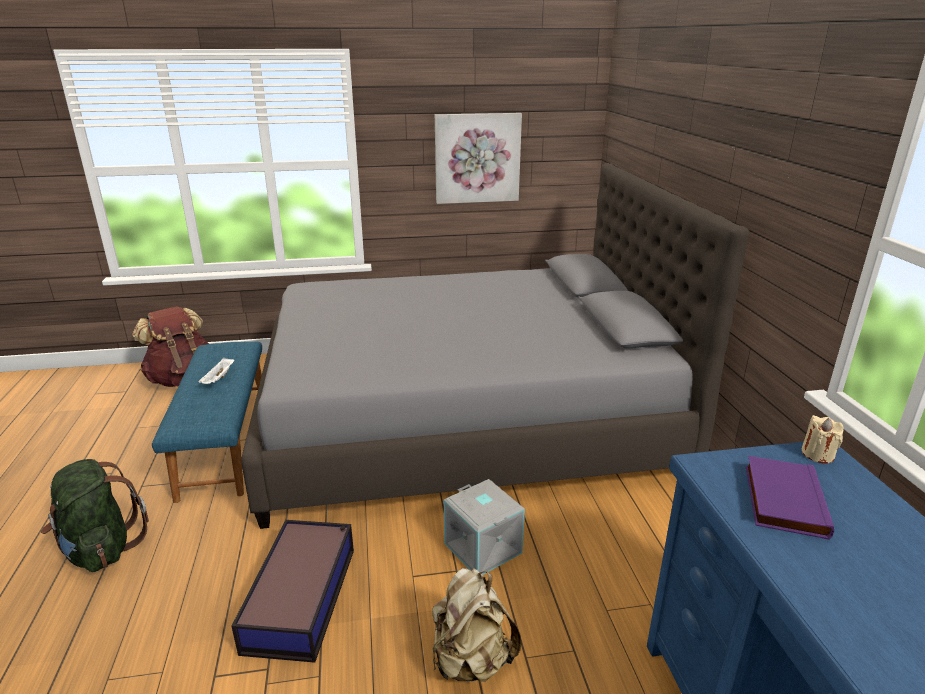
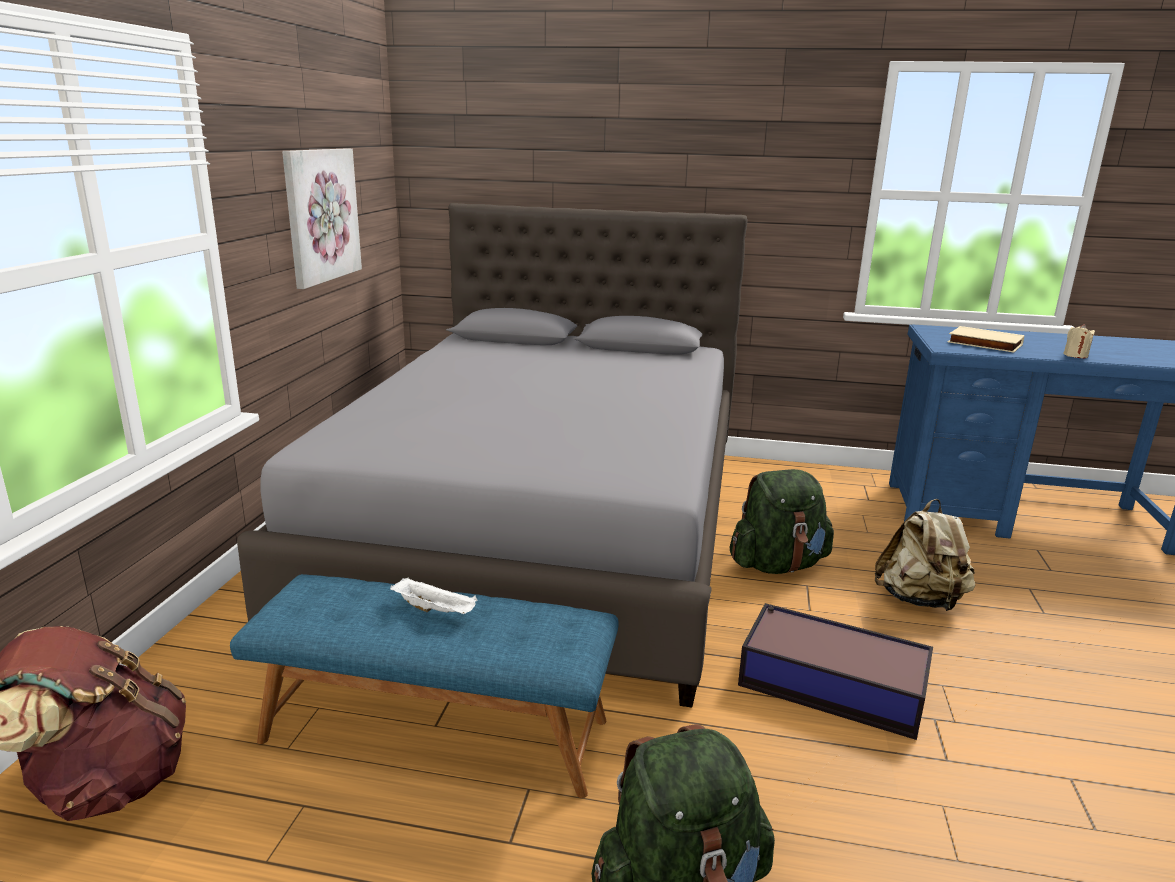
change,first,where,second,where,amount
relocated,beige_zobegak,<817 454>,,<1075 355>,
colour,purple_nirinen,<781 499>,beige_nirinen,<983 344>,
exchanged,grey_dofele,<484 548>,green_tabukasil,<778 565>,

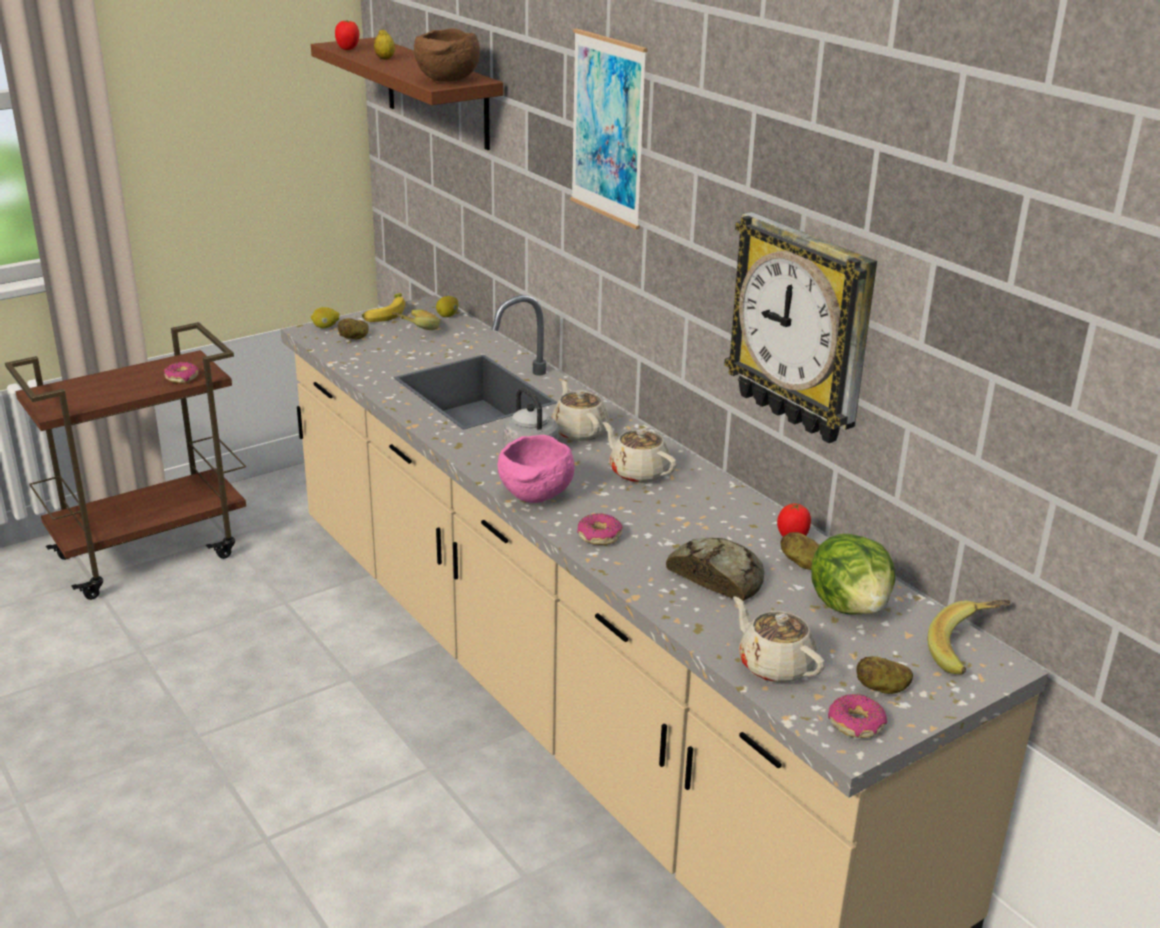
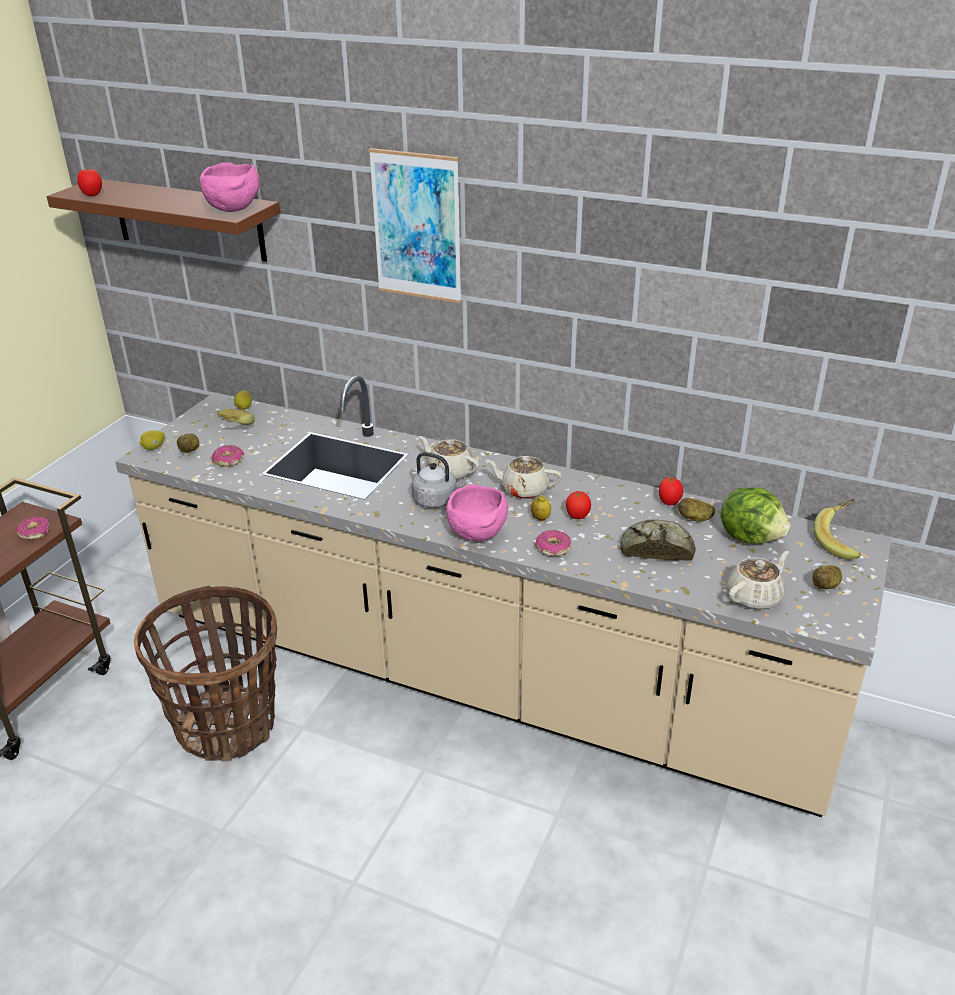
change,first,where,second,where,amount
colour,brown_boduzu,<447 81>,pink_boduzu,<234 210>,
relocated,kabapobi,<385 59>,,<540 518>,
missing,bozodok,<802 328>,,,
missing,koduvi,<385 314>,,,
spun,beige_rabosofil,<774 665>,,<755 596>,120 degrees clockwise
relocated,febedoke,<856 724>,,<228 461>,
appeared,,,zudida,<577 517>,
appeared,,,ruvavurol,<227 725>,

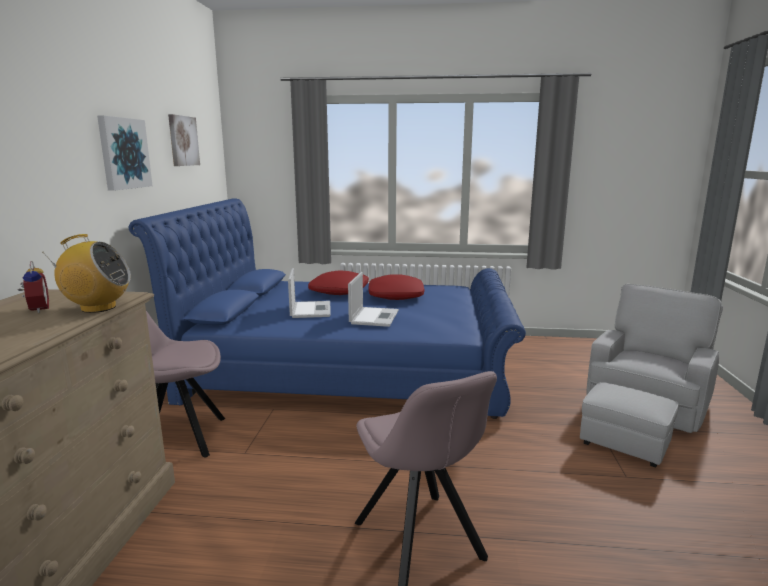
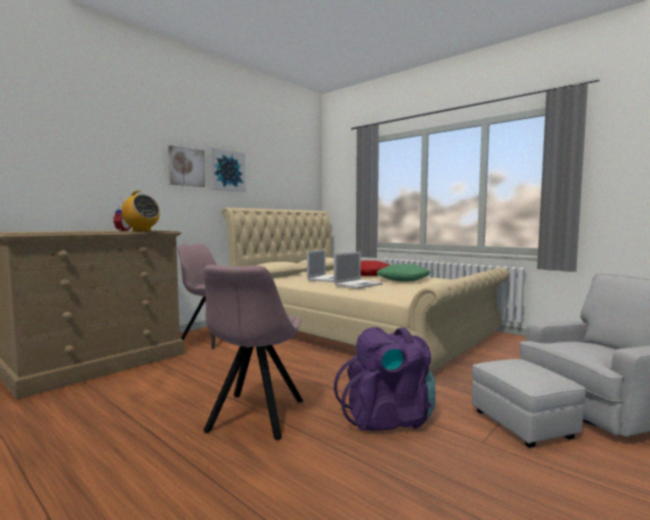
change,first,where,second,where,amount
relocated,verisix,<183 141>,,<186 167>,
colour,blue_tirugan,<348 365>,beige_tirugan,<358 328>,
colour,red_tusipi,<395 295>,green_tusipi,<403 279>,
appeared,,,purple_tabukasil,<388 418>,

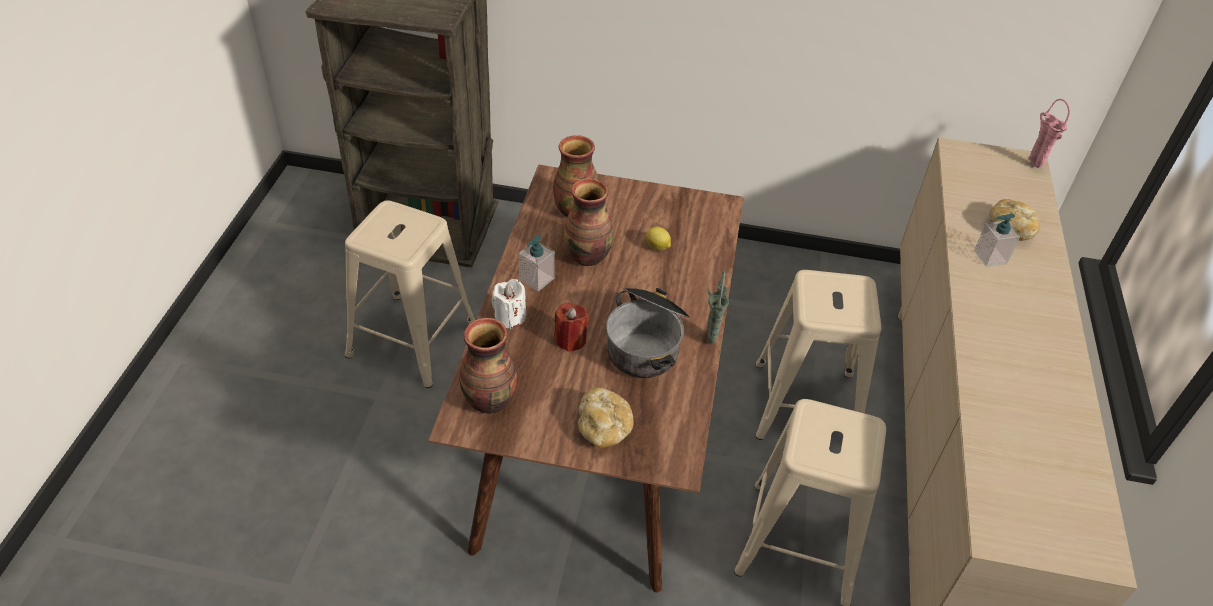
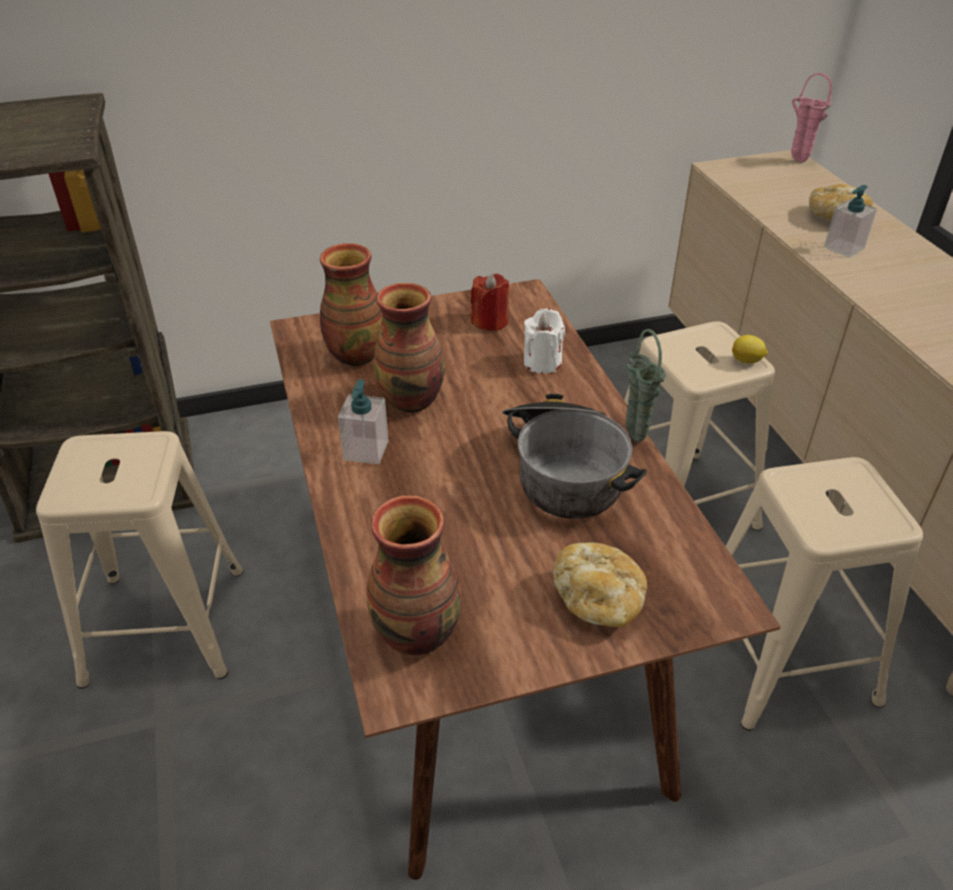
change,first,where,second,where,amount
relocated,kabapobi,<658 247>,,<747 361>,
relocated,white_zobegak,<510 317>,,<542 362>,
relocated,red_zobegak,<570 339>,,<490 321>,

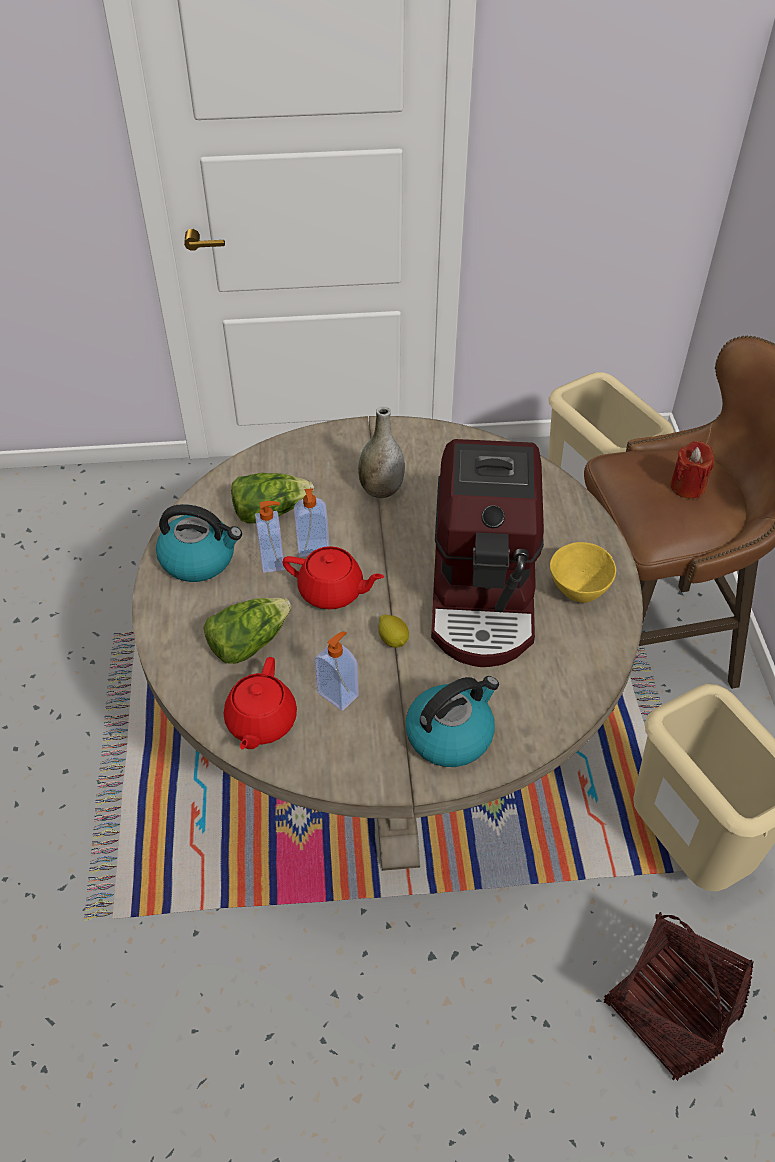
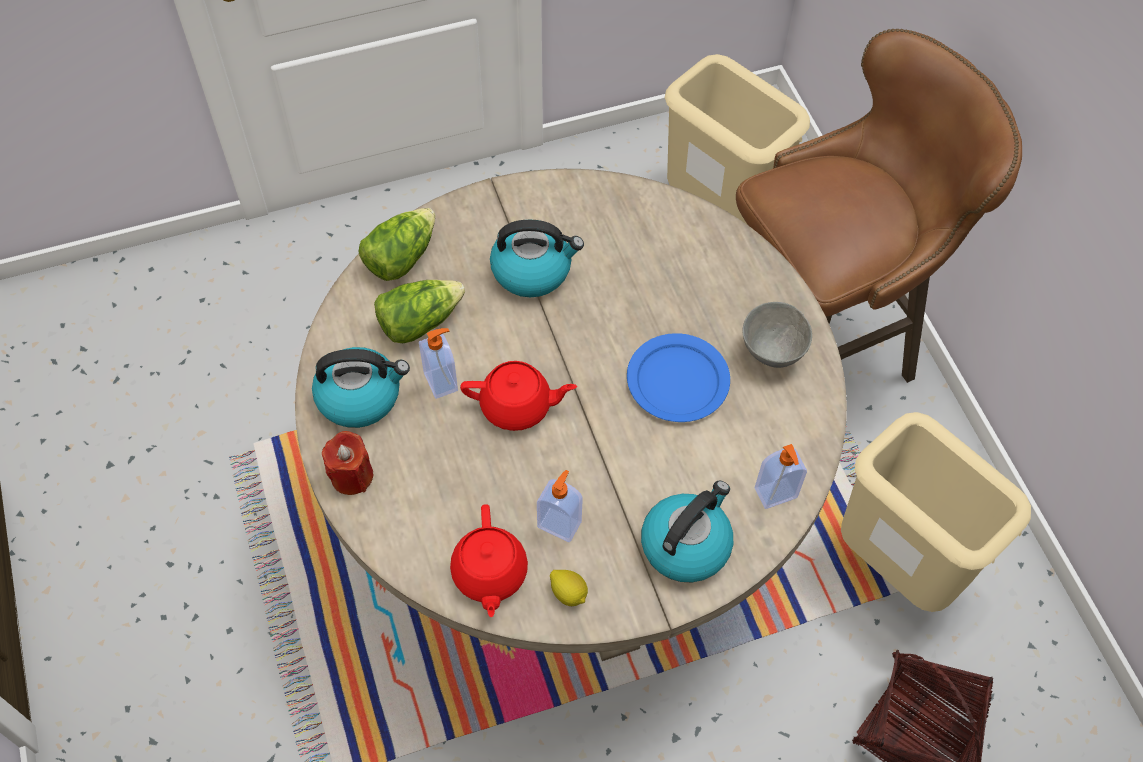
change,first,where,second,where,amount
exchanged,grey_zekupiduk,<381 490>,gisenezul,<533 270>,
exchanged,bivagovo,<484 597>,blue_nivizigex,<678 380>,
relocated,red_zobegak,<687 486>,,<352 476>,
relocated,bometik,<313 549>,,<776 494>,
colour,yellow_boduzu,<577 591>,grey_boduzu,<771 352>,
relocated,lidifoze,<248 642>,,<400 257>,
relocated,kabapobi,<393 639>,,<568 593>,

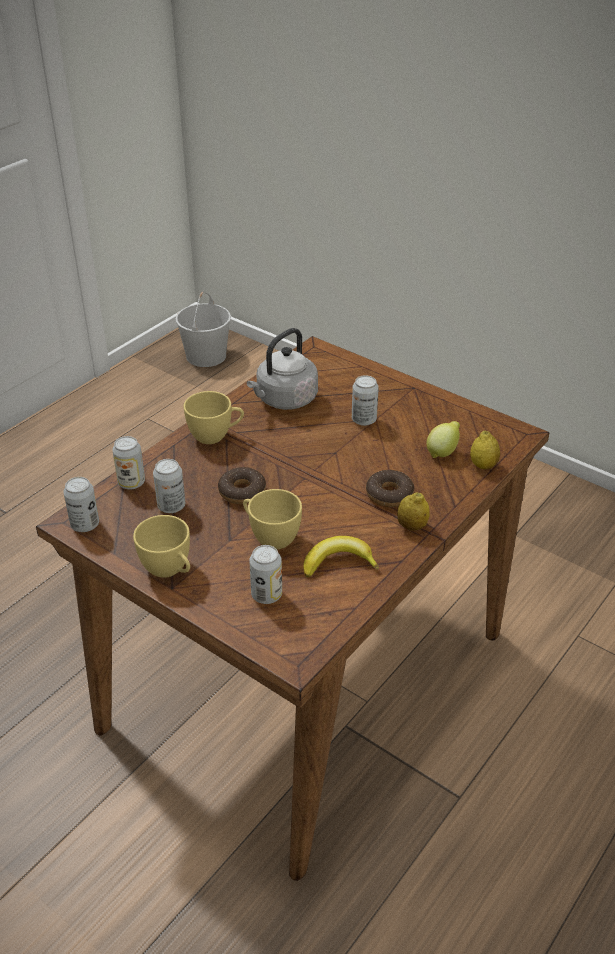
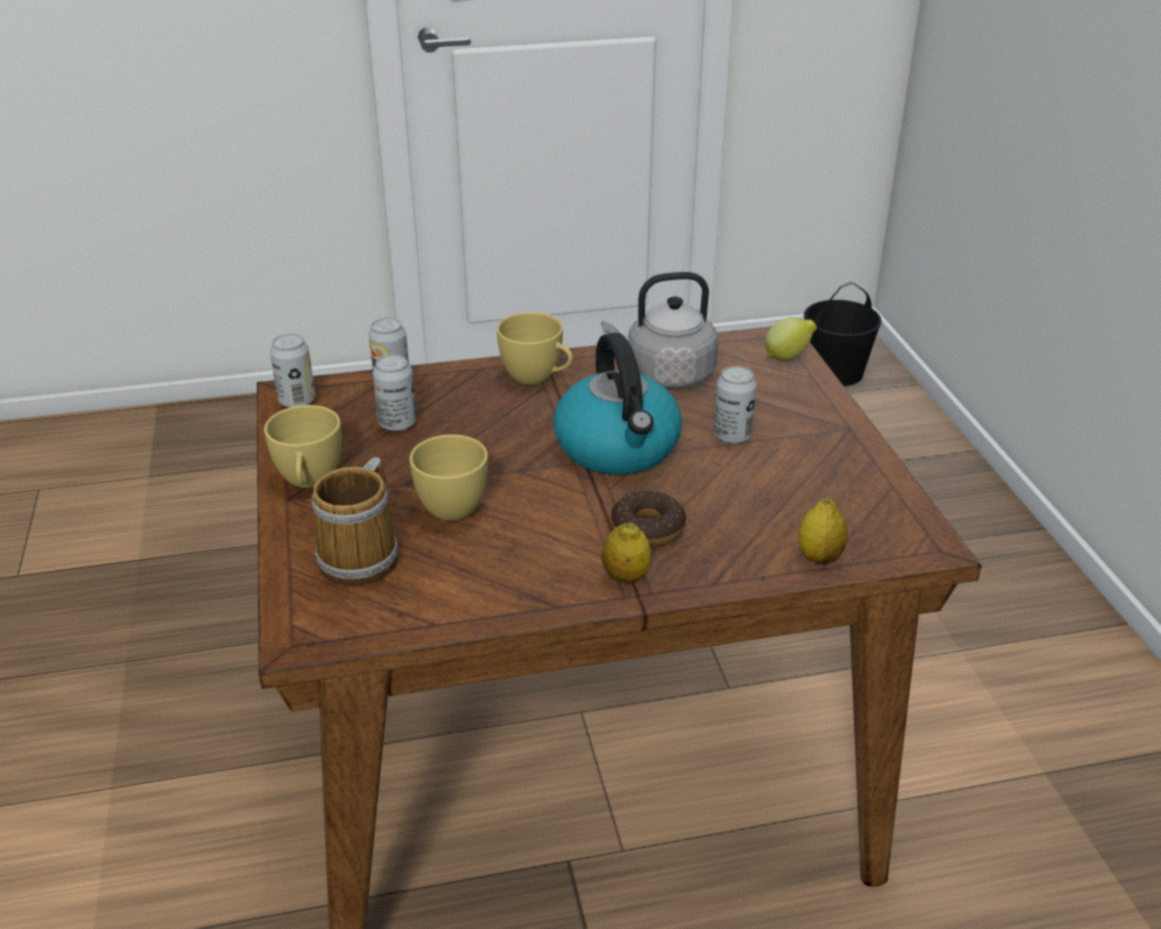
change,first,where,second,where,amount
colour,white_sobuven,<206 356>,black_sobuven,<834 372>,
relocated,kabapobi,<442 452>,,<788 357>,
missing,febedoke,<242 492>,,,
missing,koduvi,<338 562>,,,
exchanged,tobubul,<266 595>,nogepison,<363 557>,
appeared,,,gisenezul,<618 448>,

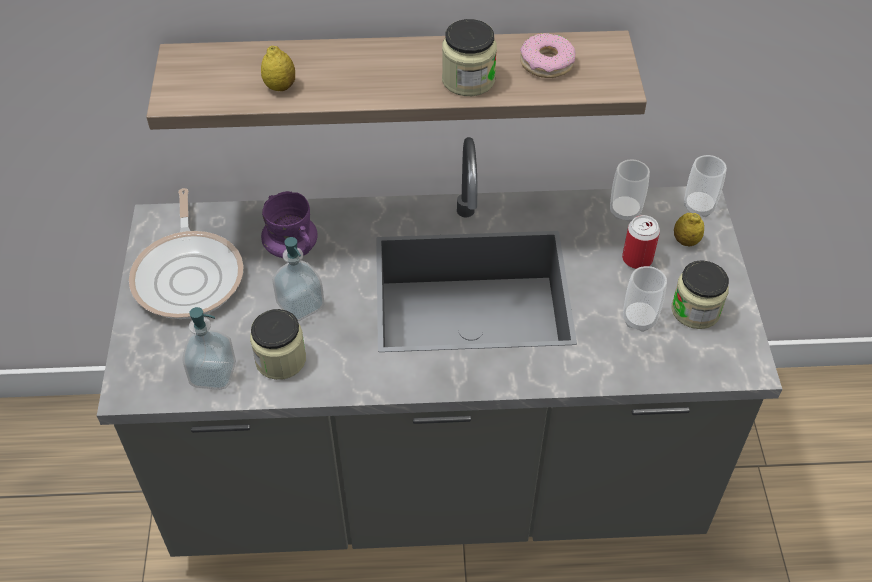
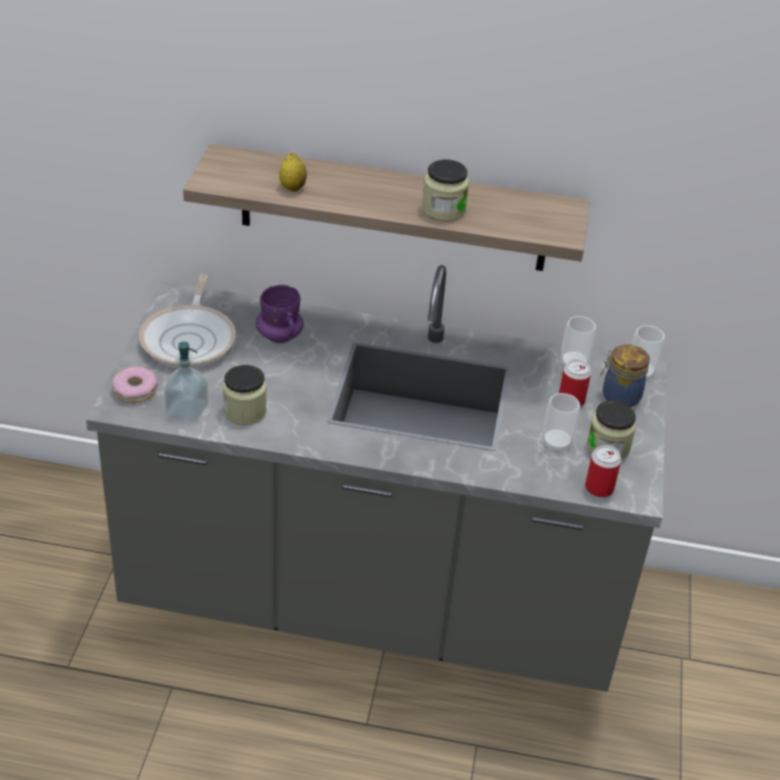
change,first,where,second,where,amount
relocated,febedoke,<546 63>,,<135 390>,
exchanged,kabapobi,<686 241>,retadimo,<619 396>,
missing,bometik,<300 305>,,,
appeared,,,tobubul,<599 488>,

